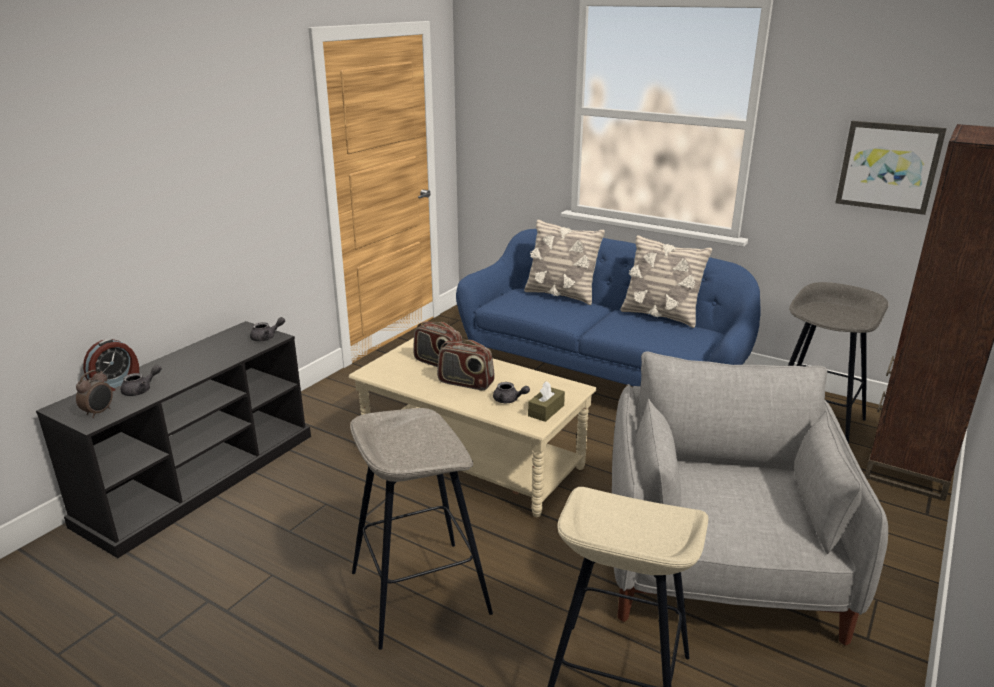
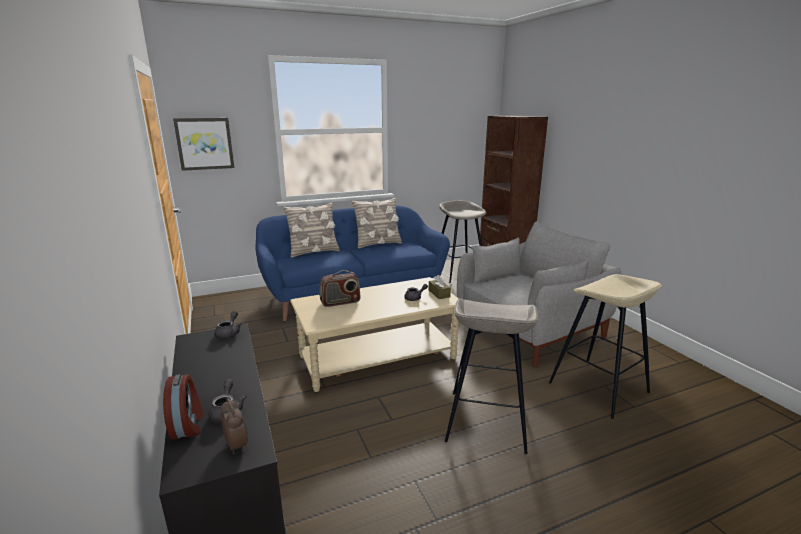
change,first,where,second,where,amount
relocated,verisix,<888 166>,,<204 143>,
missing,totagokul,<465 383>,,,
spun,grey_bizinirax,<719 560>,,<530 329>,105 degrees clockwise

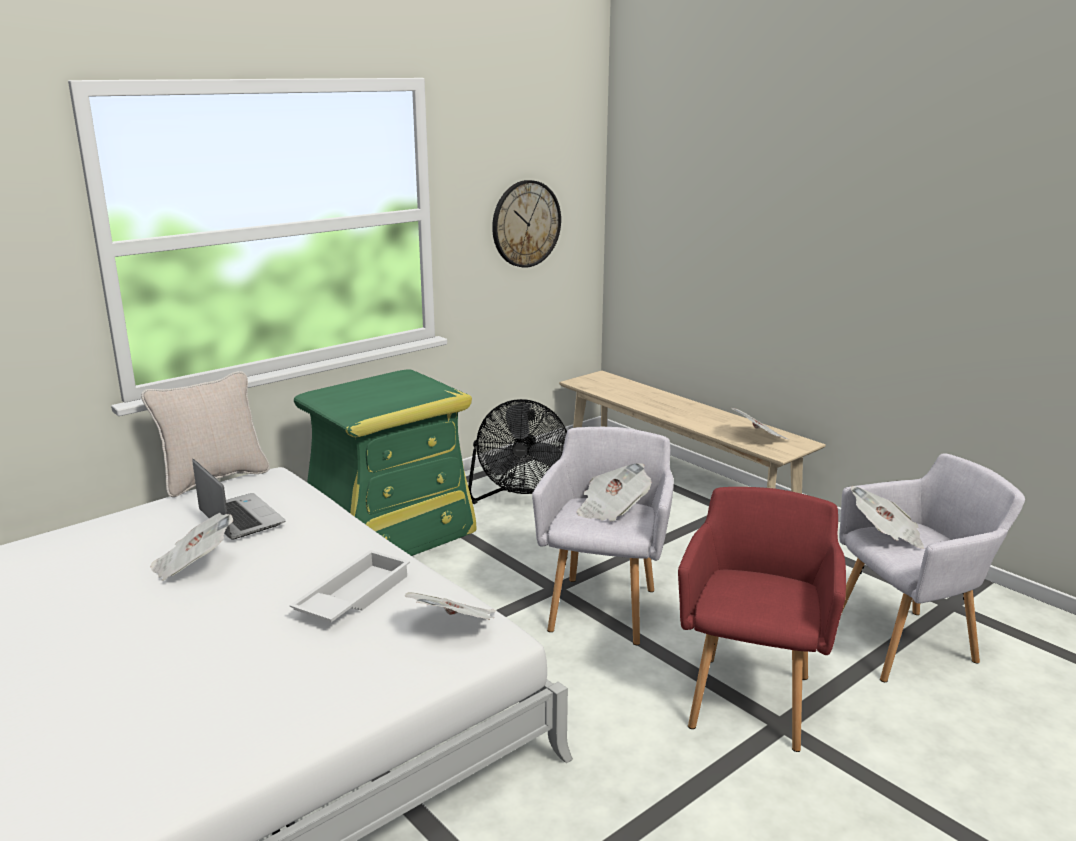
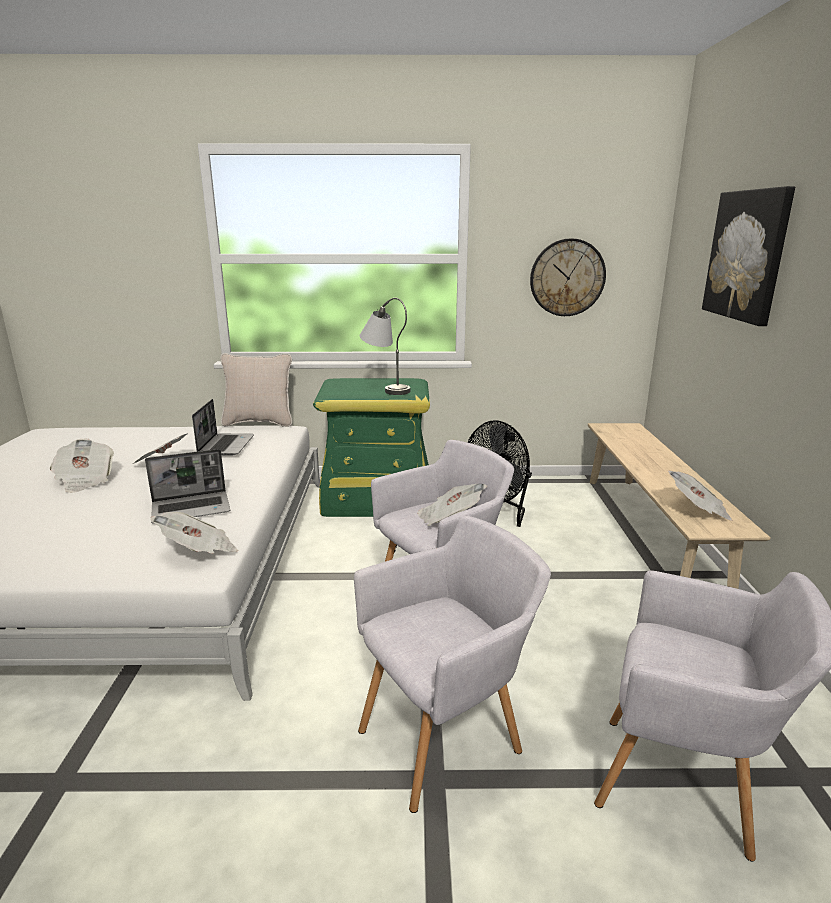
change,first,where,second,where,amount
relocated,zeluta,<886 535>,,<85 480>,
colour,red_bizinirax,<752 696>,grey_bizinirax,<446 737>,
exchanged,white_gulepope,<352 596>,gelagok,<192 508>,
appeared,,,verisix,<747 255>,
appeared,,,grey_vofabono,<385 388>,

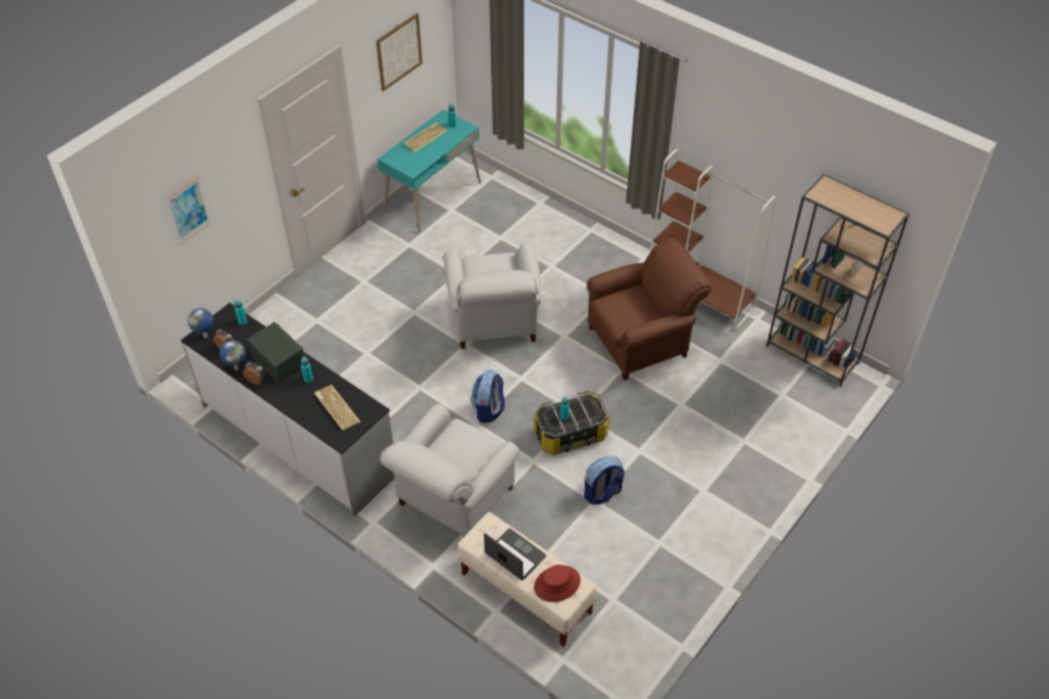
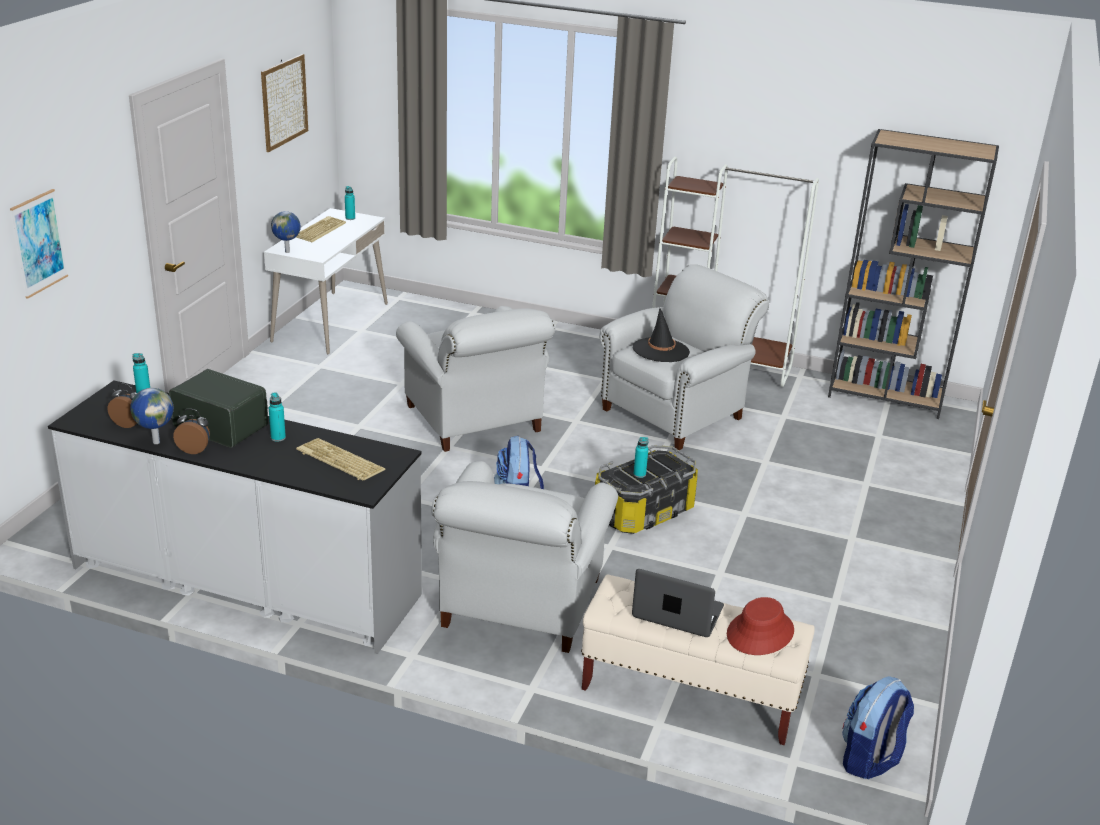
change,first,where,second,where,amount
colour,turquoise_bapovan,<432 197>,white_bapovan,<330 322>,
colour,brown_bizinirax,<642 340>,white_bizinirax,<677 412>,
relocated,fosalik,<206 336>,,<288 252>,
relocated,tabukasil,<602 493>,,<870 759>,
appeared,,,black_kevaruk,<661 350>,

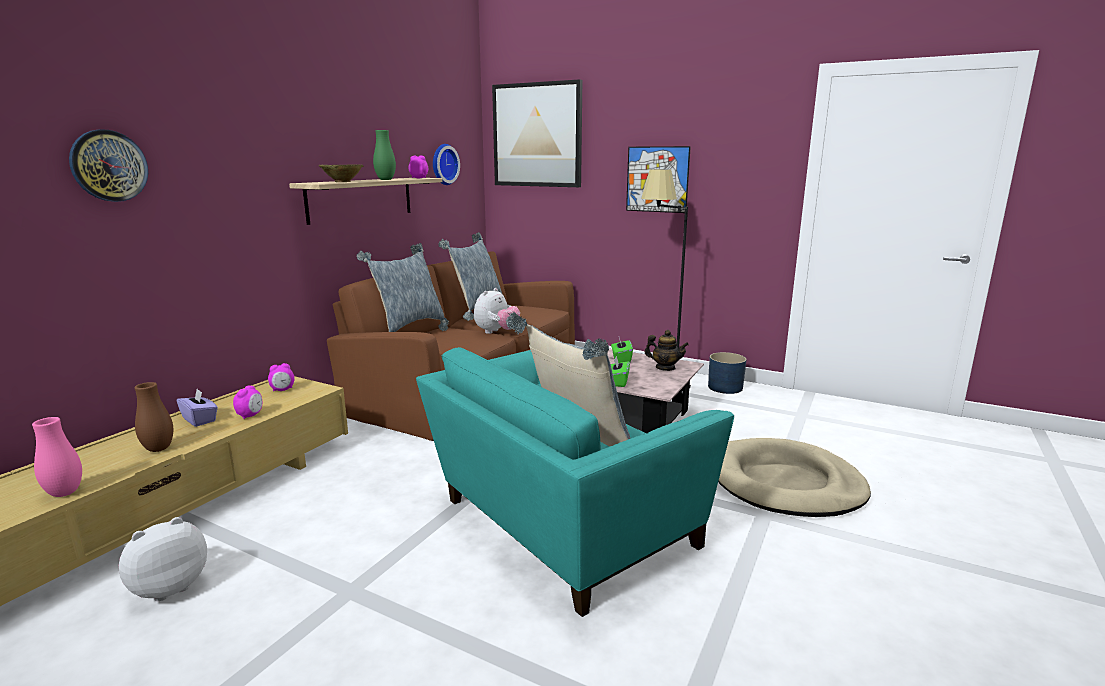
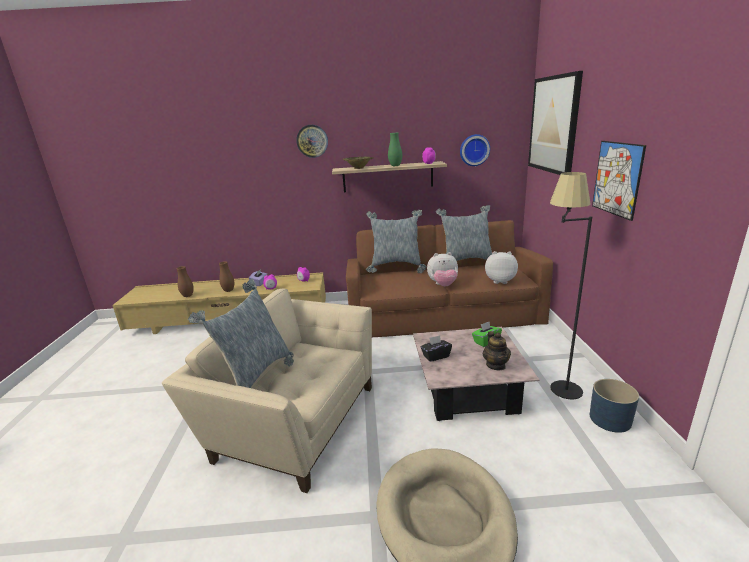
change,first,where,second,where,amount
relocated,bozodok,<109 166>,,<312 141>,
colour,turquoise_bizinirax,<560 525>,beige_bizinirax,<294 420>,
colour,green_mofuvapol,<617 382>,black_mofuvapol,<436 356>,
colour,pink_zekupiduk,<65 493>,brown_zekupiduk,<188 296>,
relocated,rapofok,<168 587>,,<500 281>,

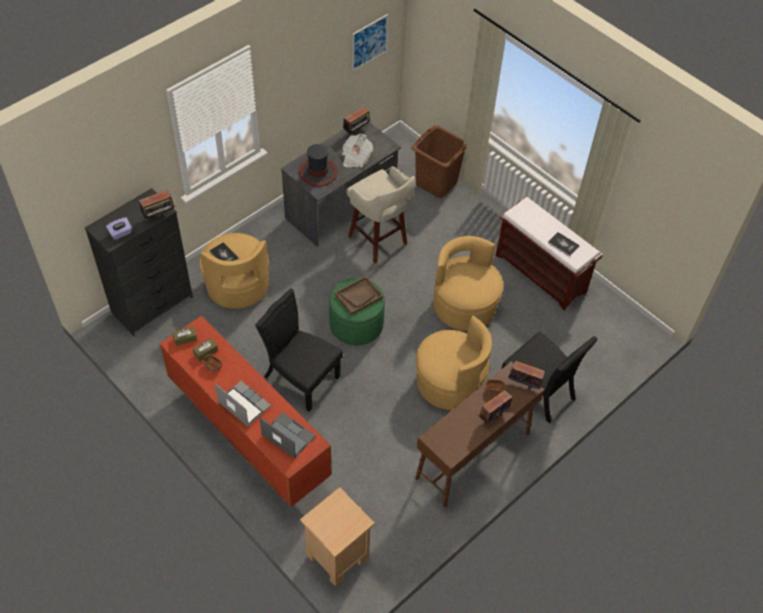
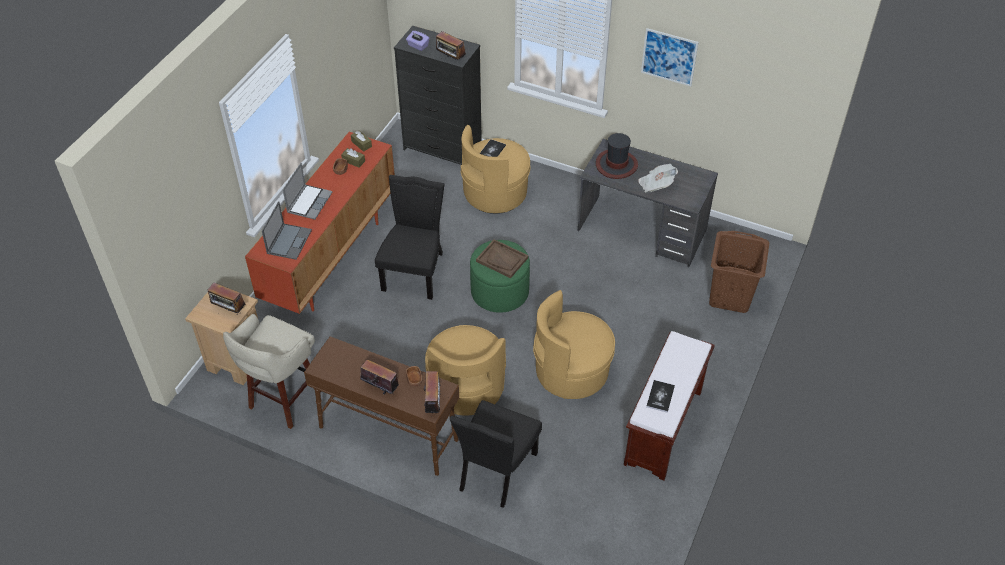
change,first,where,second,where,amount
relocated,verisix,<369 42>,,<669 57>,
relocated,totagokul,<357 131>,,<229 310>,
relocated,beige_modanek,<379 242>,,<283 401>,
spun,beige_bizinirax,<464 307>,,<572 372>,135 degrees counterclockwise

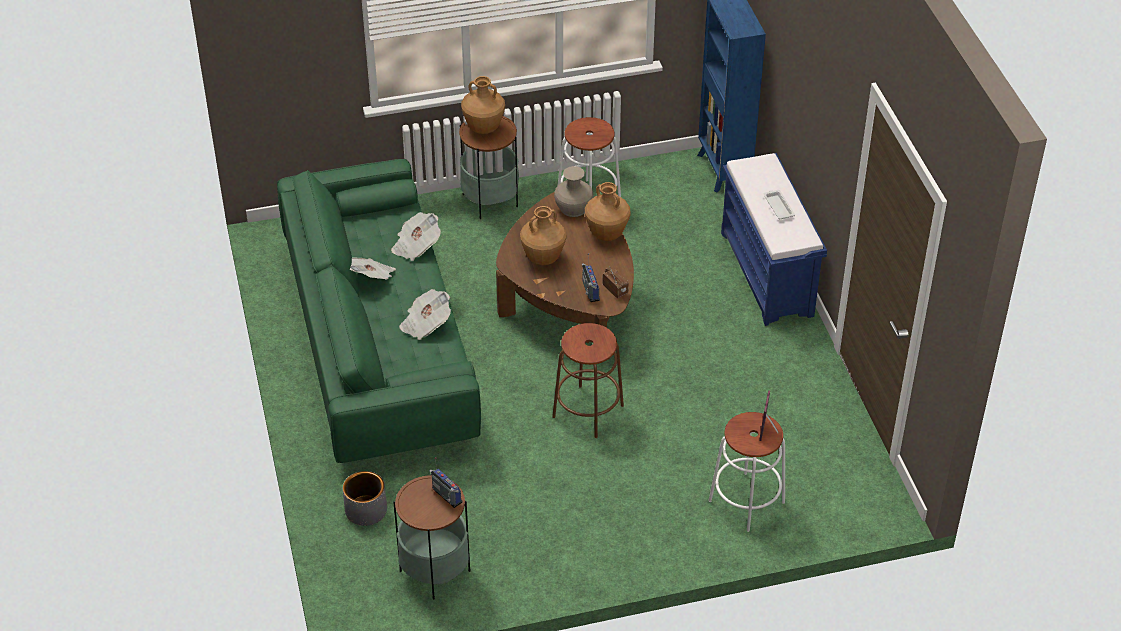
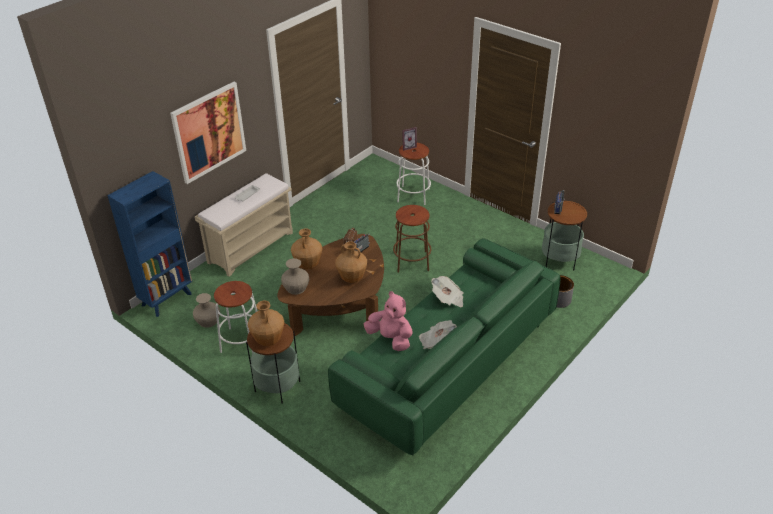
change,first,where,second,where,amount
colour,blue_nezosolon,<768 274>,beige_nezosolon,<251 247>,
exchanged,zeluta,<416 246>,pink_rapofok,<390 338>,
appeared,,,verisix,<209 132>,
appeared,,,beige_zekupiduk,<208 321>,

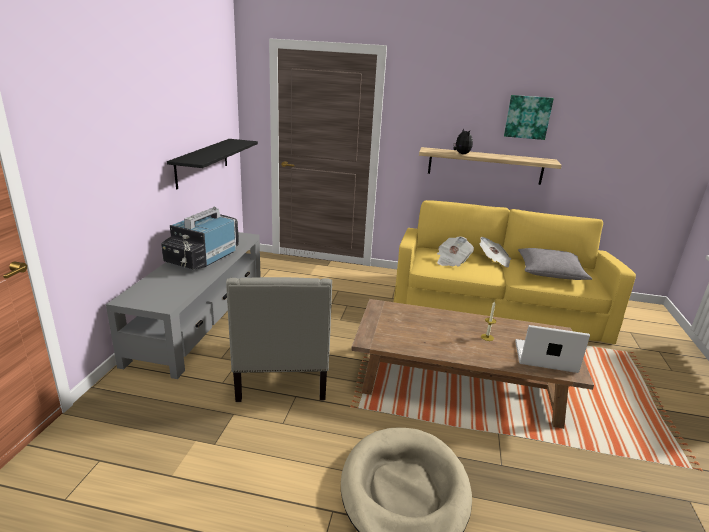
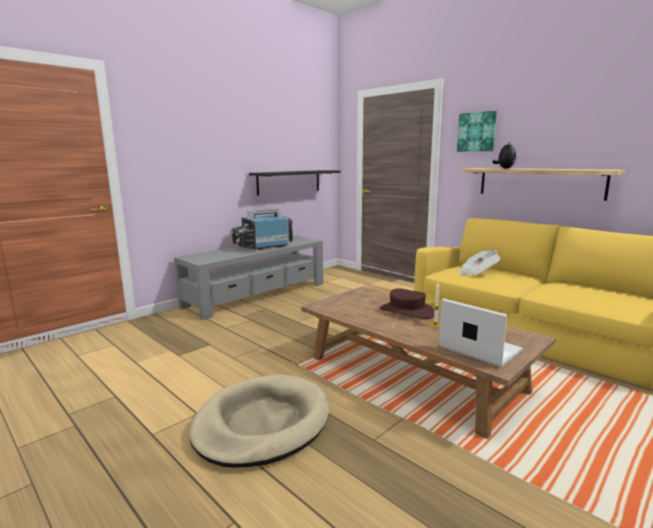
change,first,where,second,where,amount
relocated,verisix,<527 117>,,<477 132>,
missing,zeluta,<494 260>,,,
missing,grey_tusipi,<550 272>,,,
missing,grey_bizinirax,<282 368>,,,
appeared,,,brown_kevaruk,<407 311>,

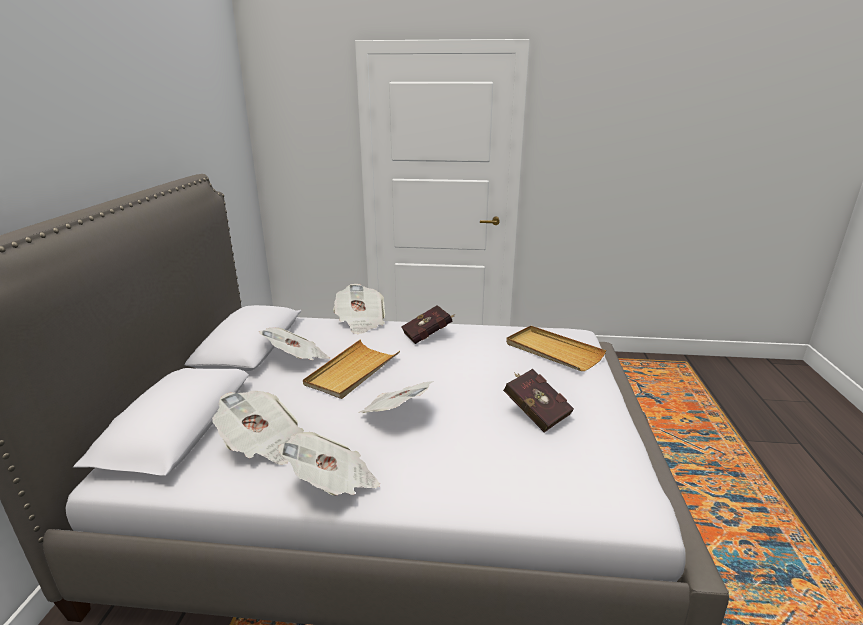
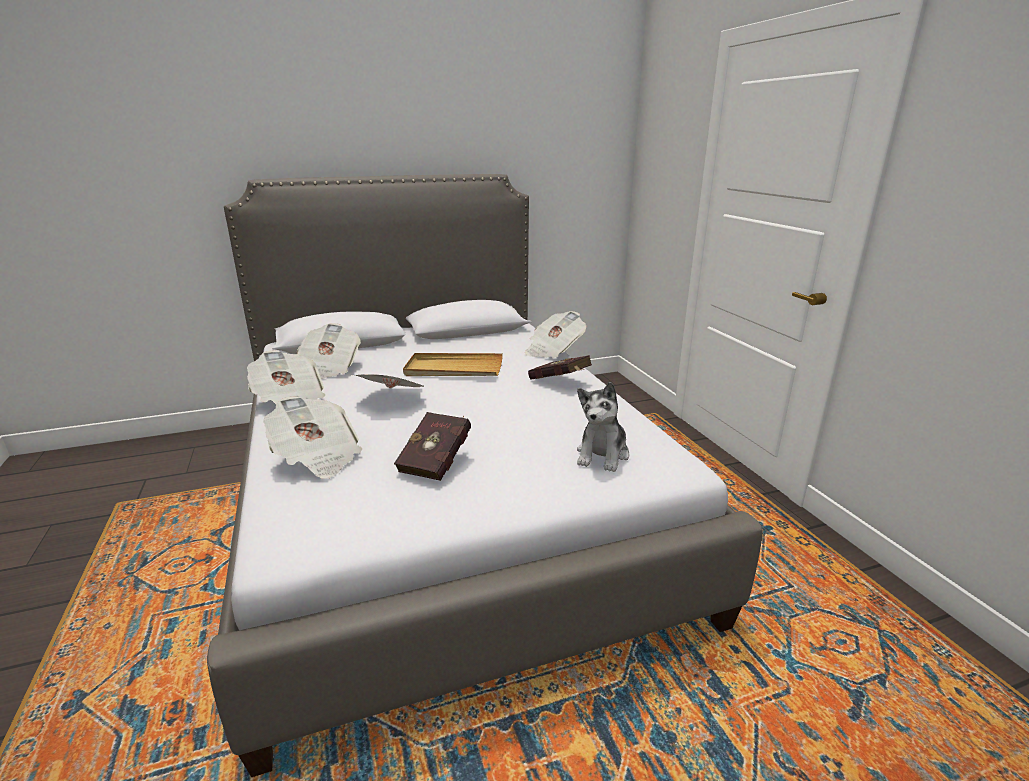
change,first,where,second,where,amount
exchanged,beige_gulepope,<553 351>,rapofok,<602 455>,
relocated,zeluta,<297 359>,,<317 457>,

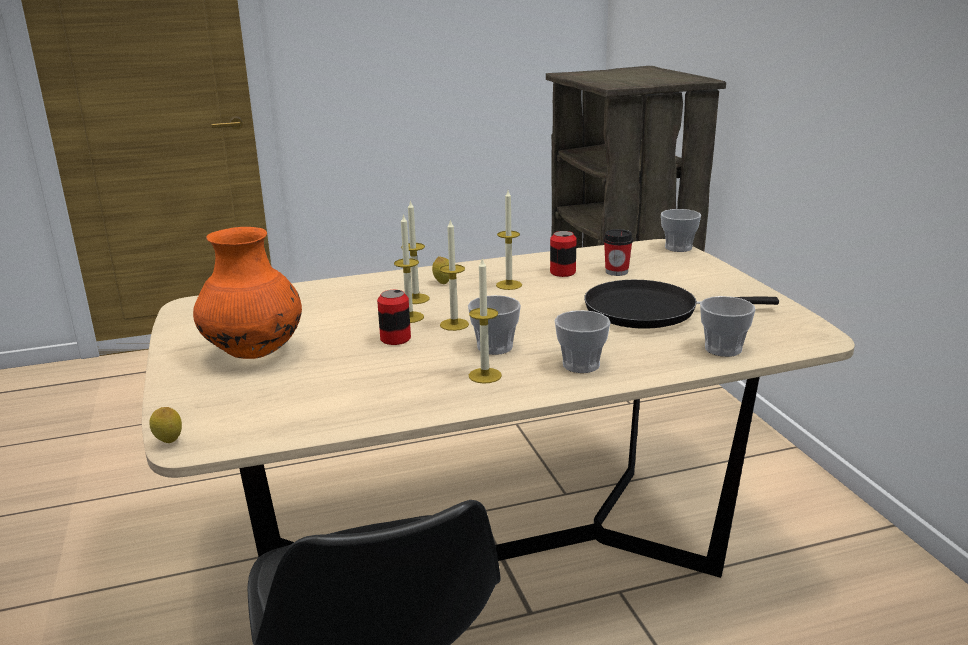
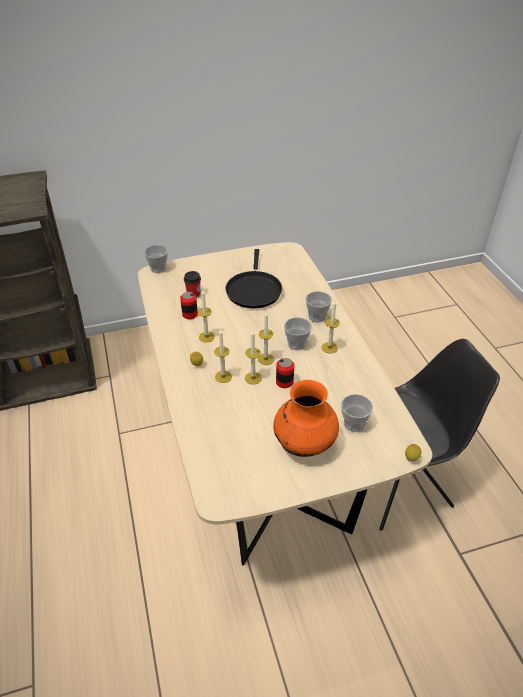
change,first,where,second,where,amount
relocated,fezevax,<723 349>,,<354 423>,

